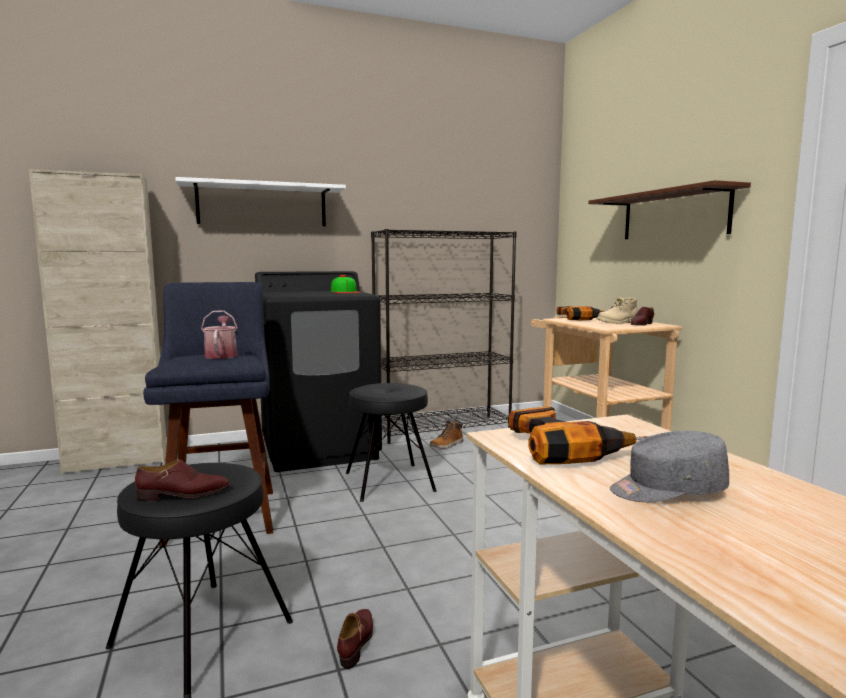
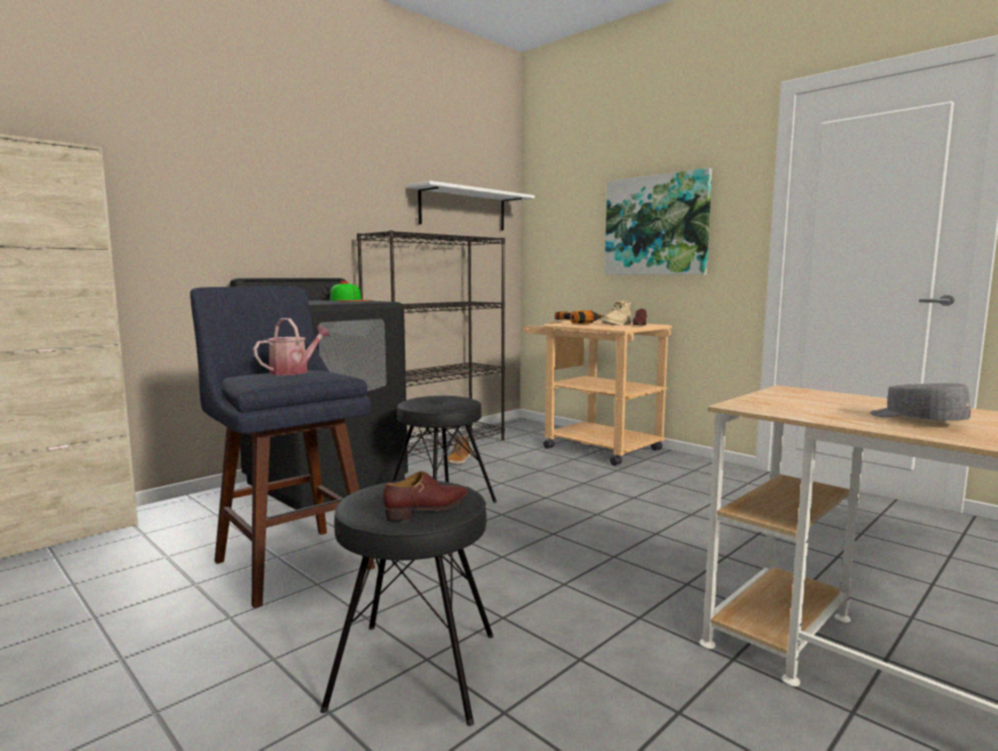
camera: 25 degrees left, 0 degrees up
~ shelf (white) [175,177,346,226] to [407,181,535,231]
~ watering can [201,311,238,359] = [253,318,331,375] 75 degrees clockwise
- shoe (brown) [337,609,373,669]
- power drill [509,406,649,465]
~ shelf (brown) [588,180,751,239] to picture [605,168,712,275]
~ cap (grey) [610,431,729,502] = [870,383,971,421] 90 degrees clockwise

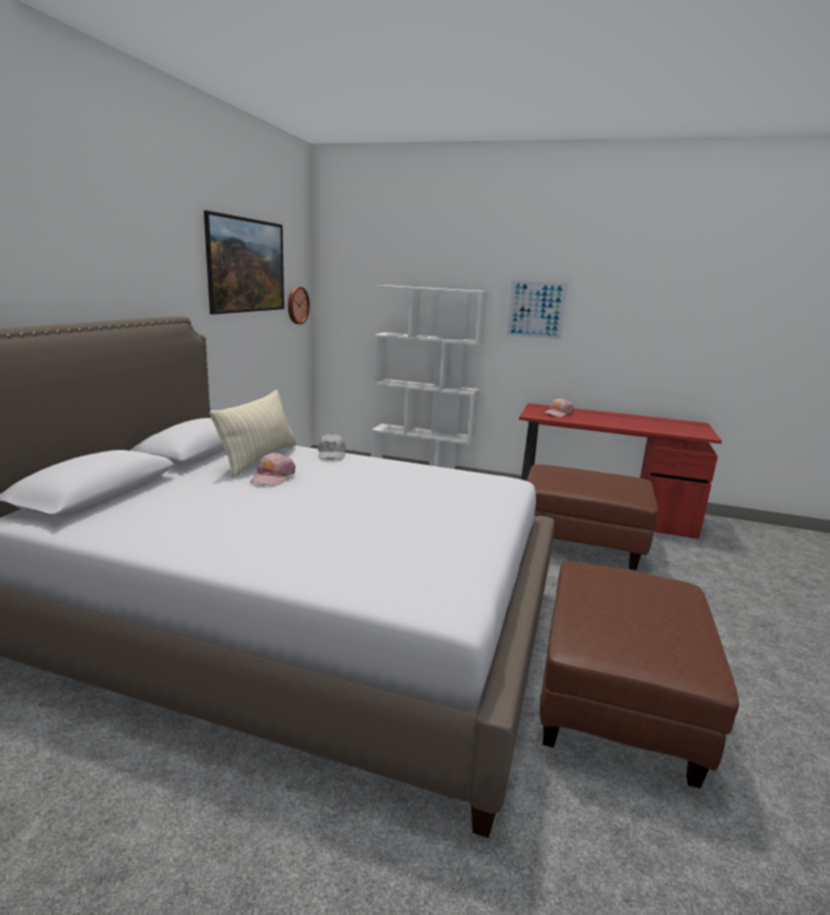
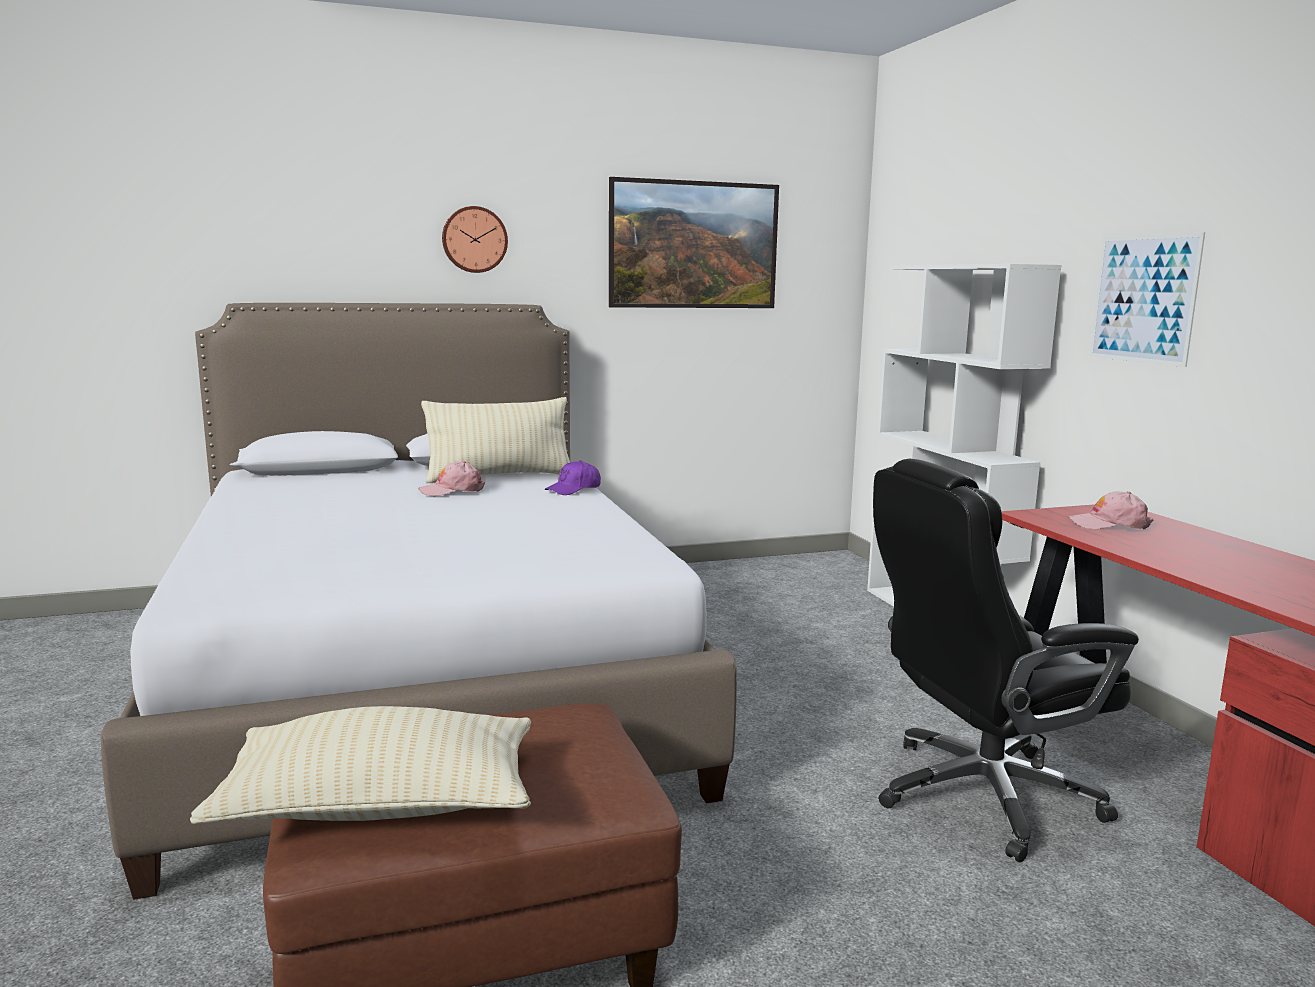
camera: 55 degrees right, 5 degrees down
~ wall clock [288,287,310,324] to [442,206,508,273]
~ cap (white) [318,433,346,460] to cap (purple) [545,460,601,495]
~ ottoman (brown) [527,464,658,570] to office chair (black) [873,459,1139,862]
+ pillow (beige) [190,706,531,824]

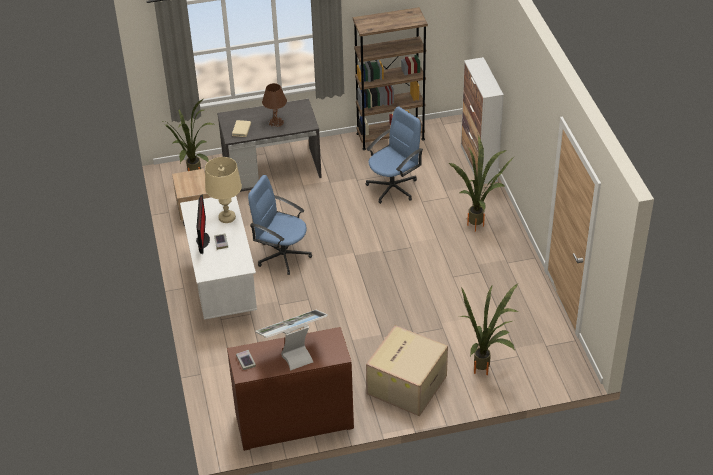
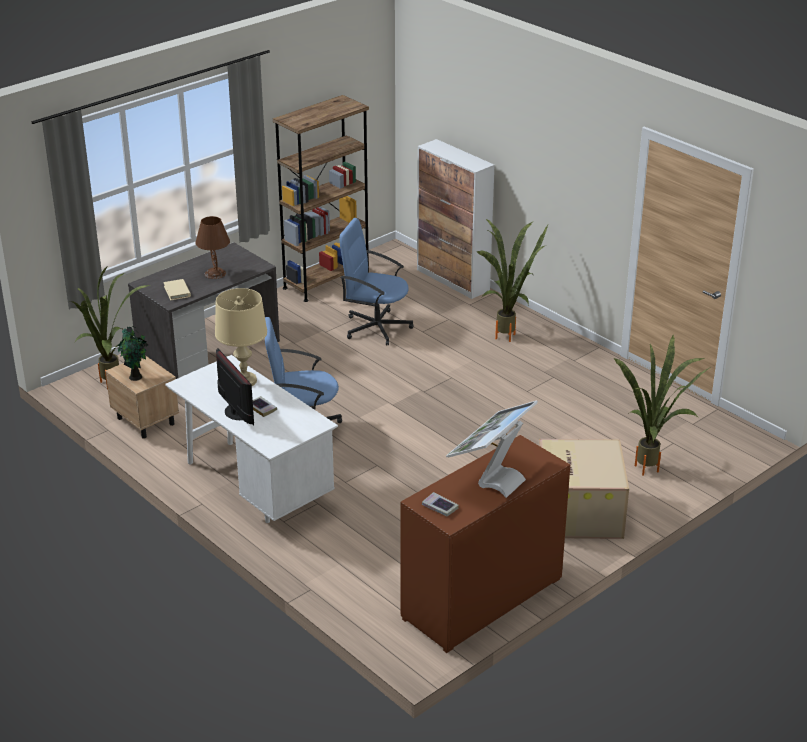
camera: 30 degrees left, 10 degrees down
~ office chair (blue) [365,107,423,204] = [339,218,414,346] 90 degrees counterclockwise
+ potted plant [118,327,148,381]

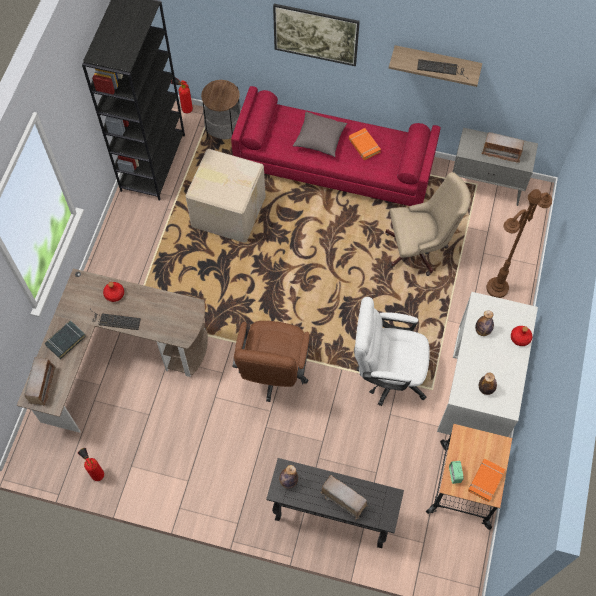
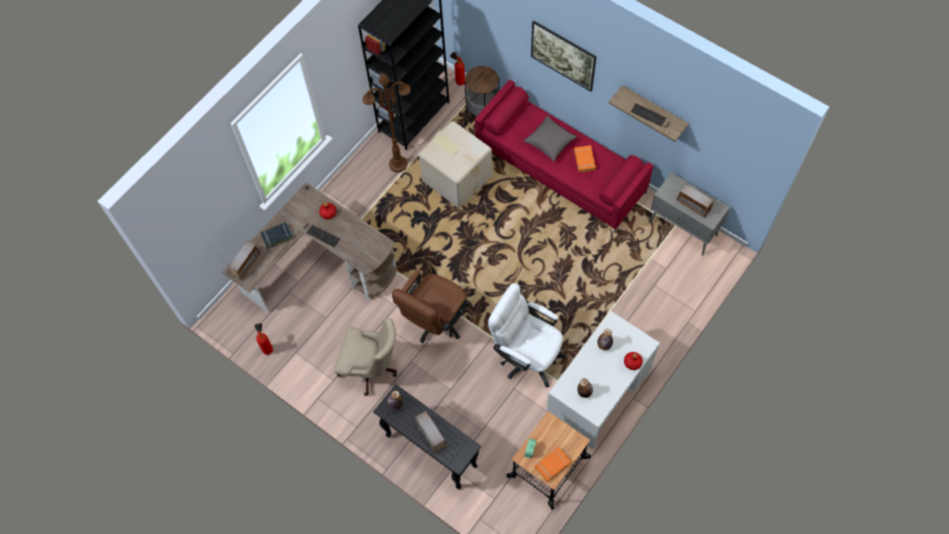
camera: 25 degrees right, 0 degrees up
~ office chair (beige) [385,172,470,276] to [334,318,397,396]
~ floor lamp (brown) [486,189,552,298] to [363,73,411,173]

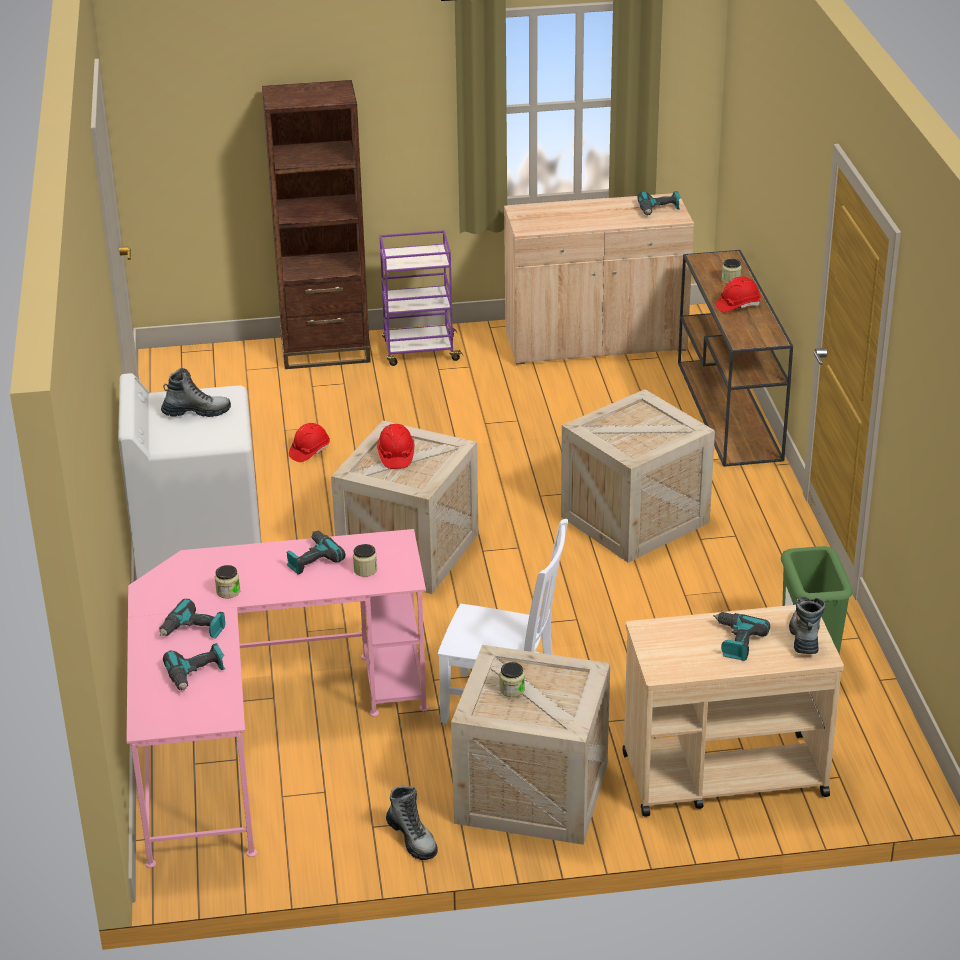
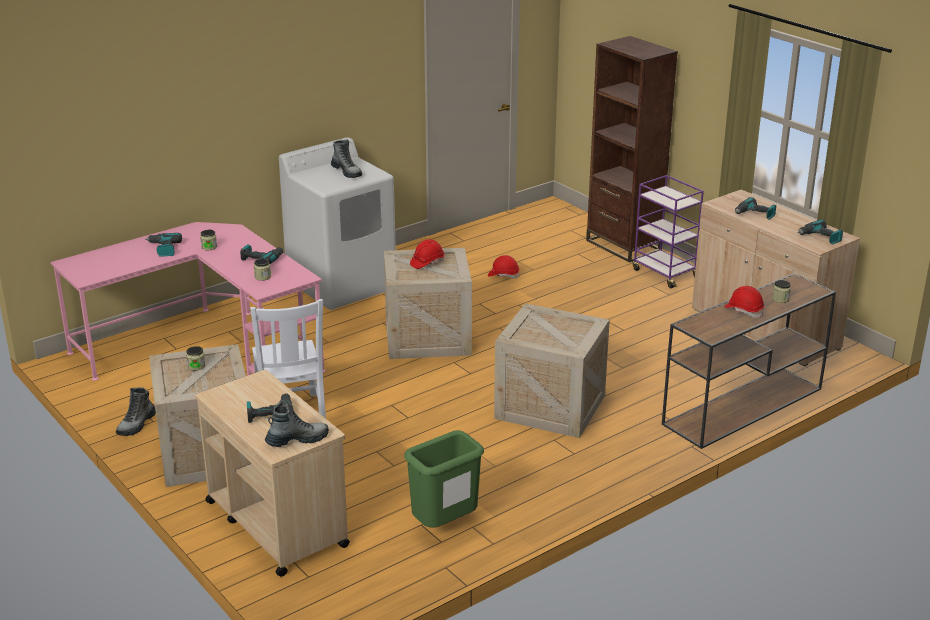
camera: 60 degrees right, 5 degrees down
~ power drill [163,643,225,691] to [735,197,776,220]

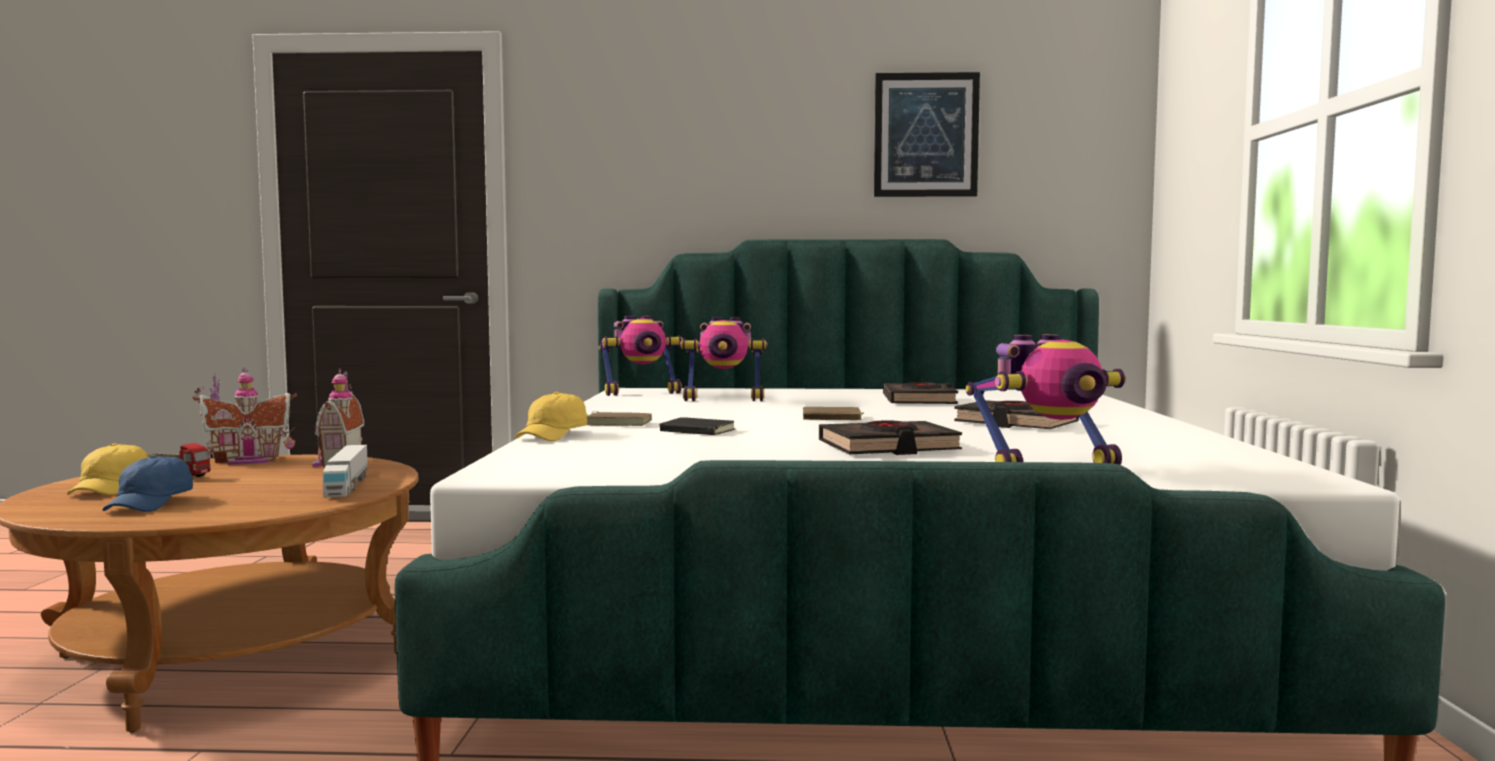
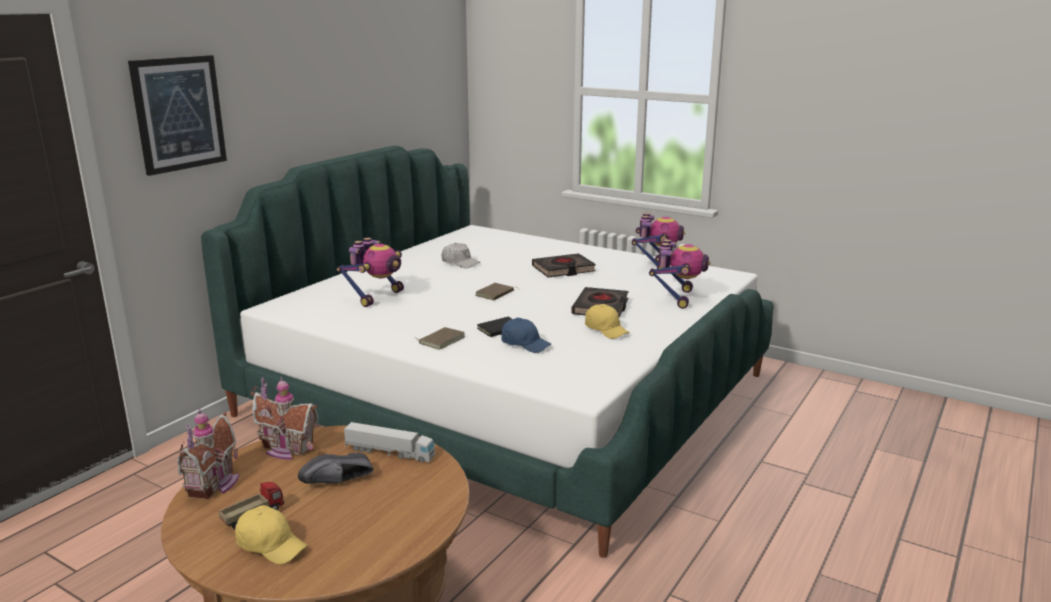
camera: 60 degrees left, 15 degrees up
~ cap (blue) [102,455,193,512] to [501,318,551,353]
~ cap (yellow) [515,392,587,441] to [585,304,629,339]
~ toy robot [599,316,683,396] to [632,213,685,269]
~ picture [874,72,980,197] to [128,55,227,176]
~ book (black) [883,382,958,404] to cap (white) [441,243,480,268]
+ shoe (black) [298,453,373,484]

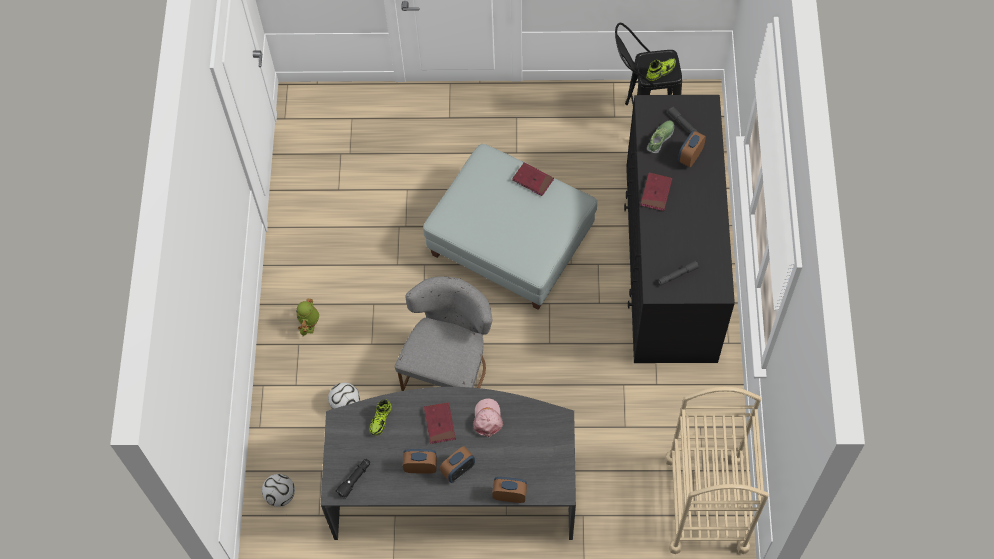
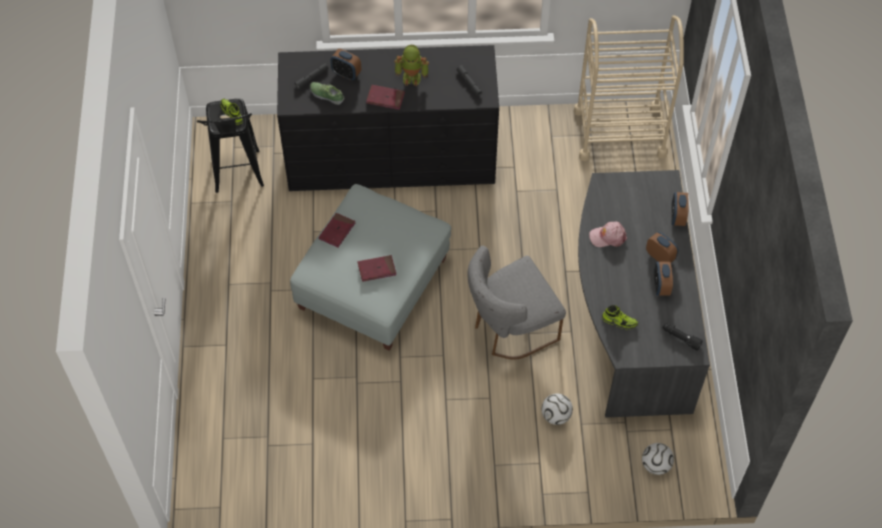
camera: 95 degrees left, 5 degrees down
~ toy robot [296,299,319,337] to [395,45,429,86]
~ chair (grey) [395,276,492,391] = [467,246,566,359] 45 degrees counterclockwise
~ book (red) [424,402,456,444] to [358,255,396,282]

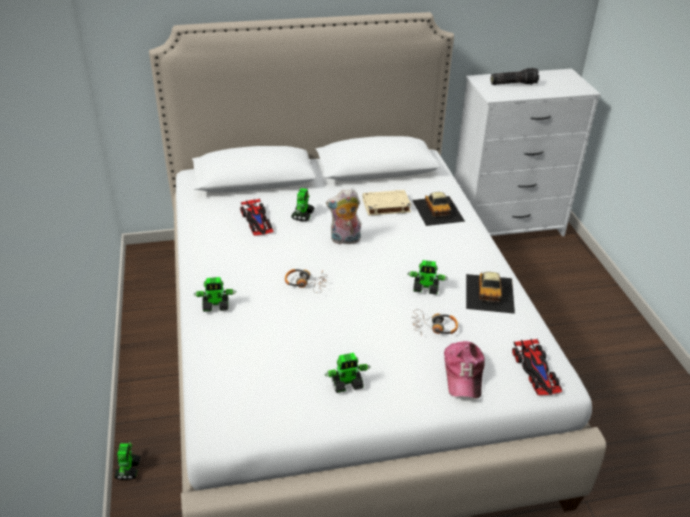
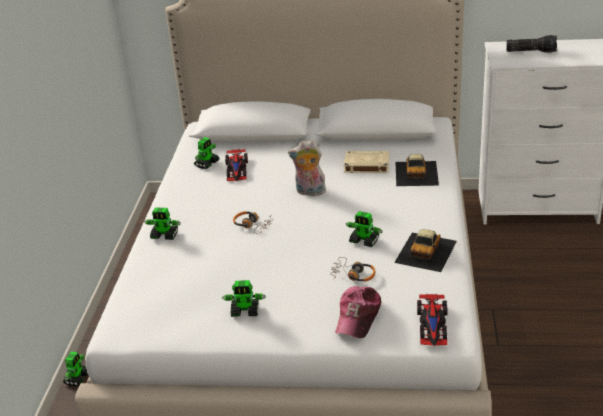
camera: 20 degrees right, 5 degrees down
~ toy robot [291,188,314,221] to [194,137,219,169]

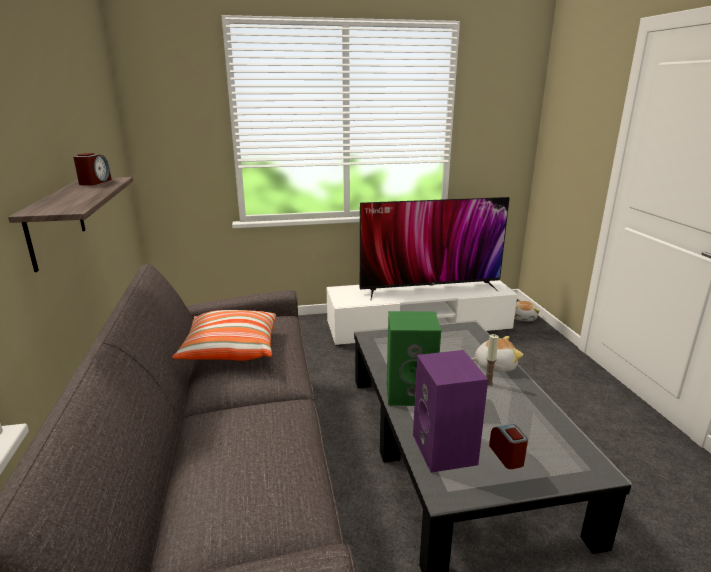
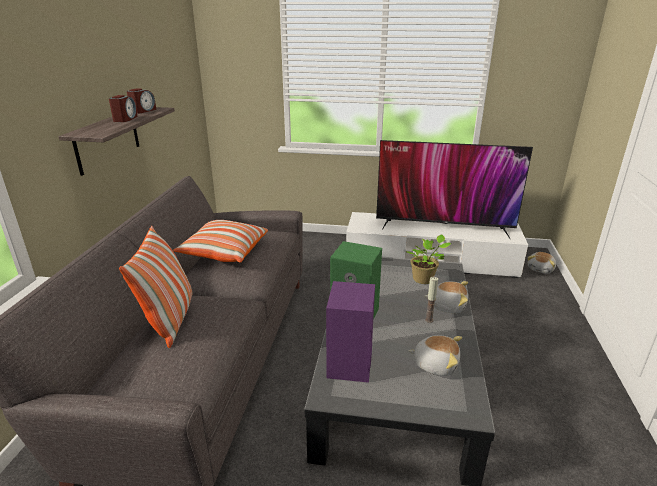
camera: 20 degrees right, 5 degrees up
~ alarm clock [489,424,528,469] to [109,95,138,122]
+ pillow [119,226,192,348]
+ potted plant [406,234,451,284]
+ plush toy [408,335,462,376]

